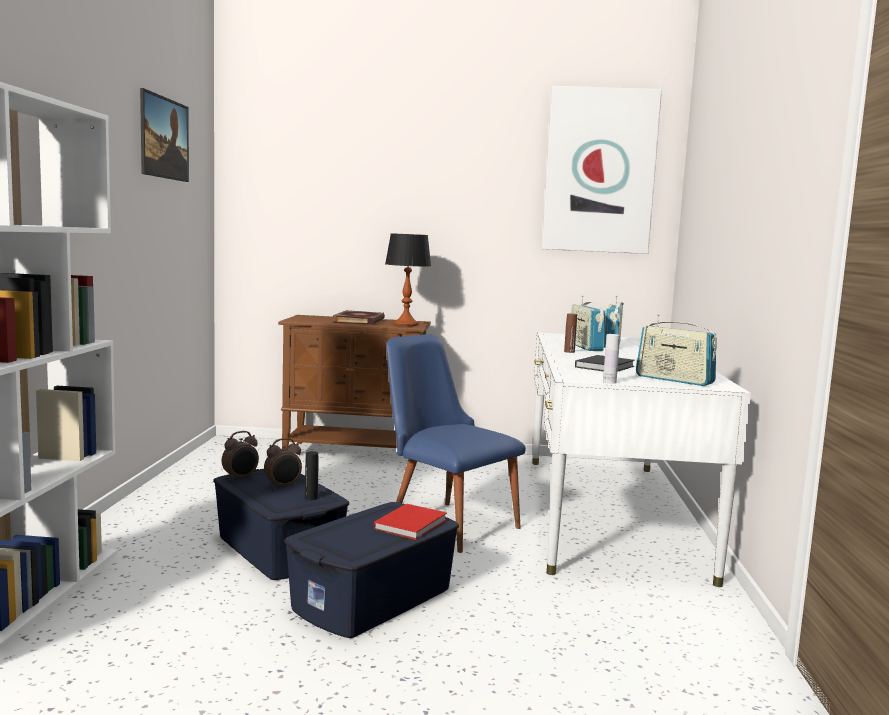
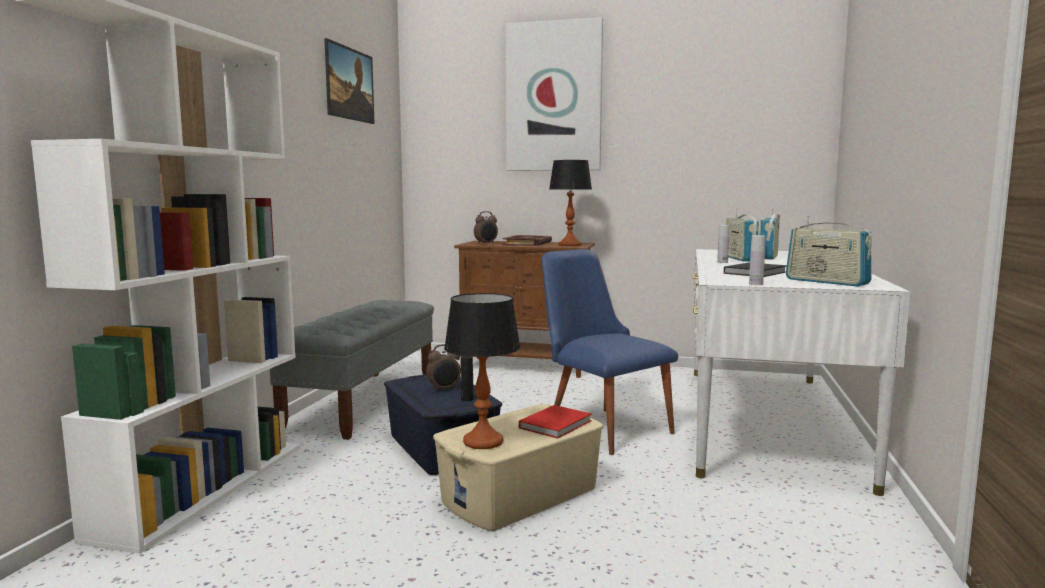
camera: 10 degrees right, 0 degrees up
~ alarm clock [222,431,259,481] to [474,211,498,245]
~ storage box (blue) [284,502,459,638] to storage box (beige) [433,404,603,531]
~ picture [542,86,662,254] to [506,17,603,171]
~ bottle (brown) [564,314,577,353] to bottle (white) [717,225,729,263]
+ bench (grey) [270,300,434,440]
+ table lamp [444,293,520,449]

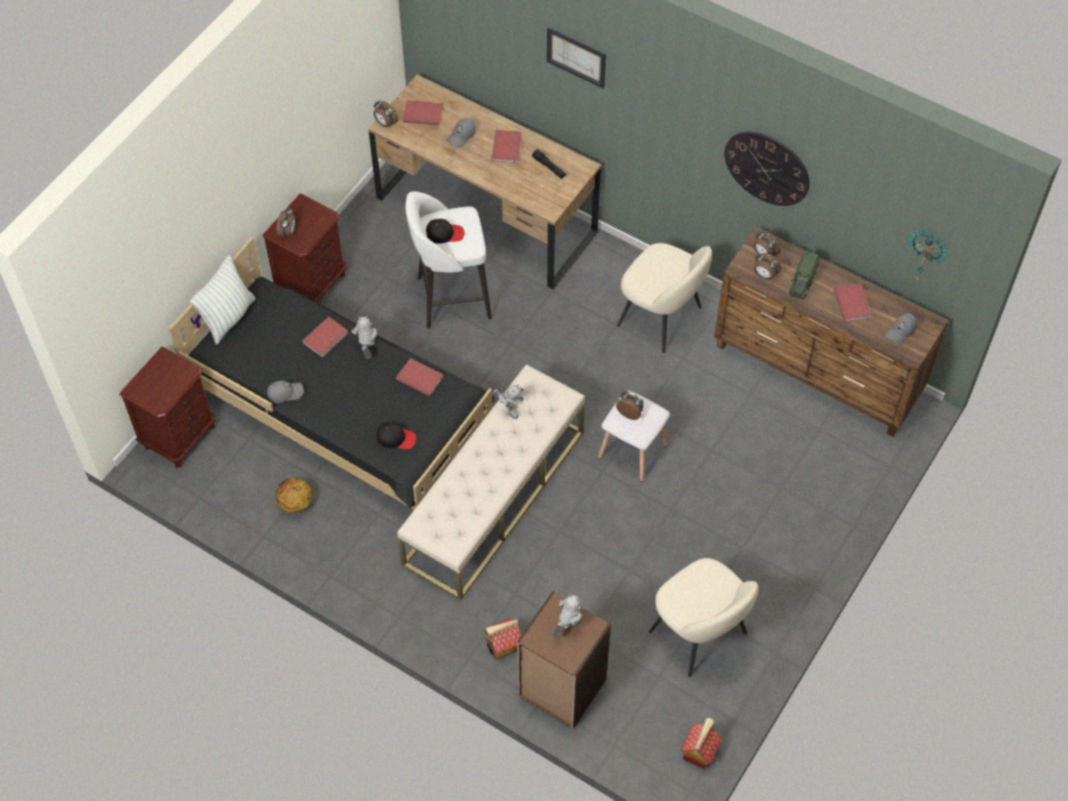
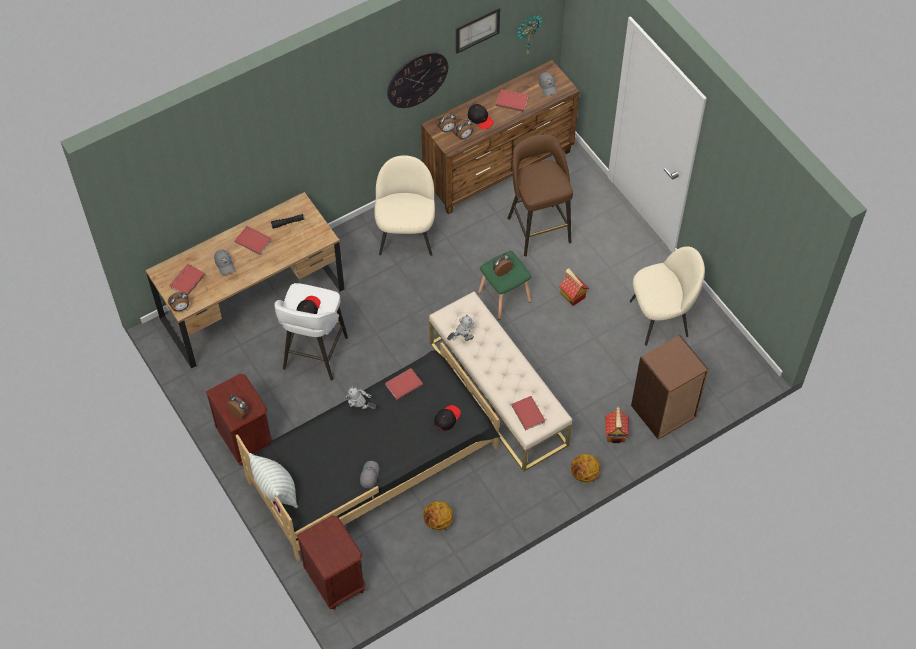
camera: 65 degrees left, 0 degrees up
~ book (red) [302,316,349,357] to [511,396,545,430]
~ picture [547,27,606,88] to [456,7,500,54]
- toy robot [553,594,582,638]
~ stool (white) [598,391,670,482] to stool (green) [478,251,531,320]
~ chair (beige) [617,243,712,353] = [374,155,435,256] 60 degrees counterclockwise
~ toy house [680,718,722,769] to [559,268,589,306]
~ toy truck [789,251,820,299] to cap (black) [468,104,494,130]
+ stool (brown) [507,134,573,256]
+ basketball [571,454,600,483]

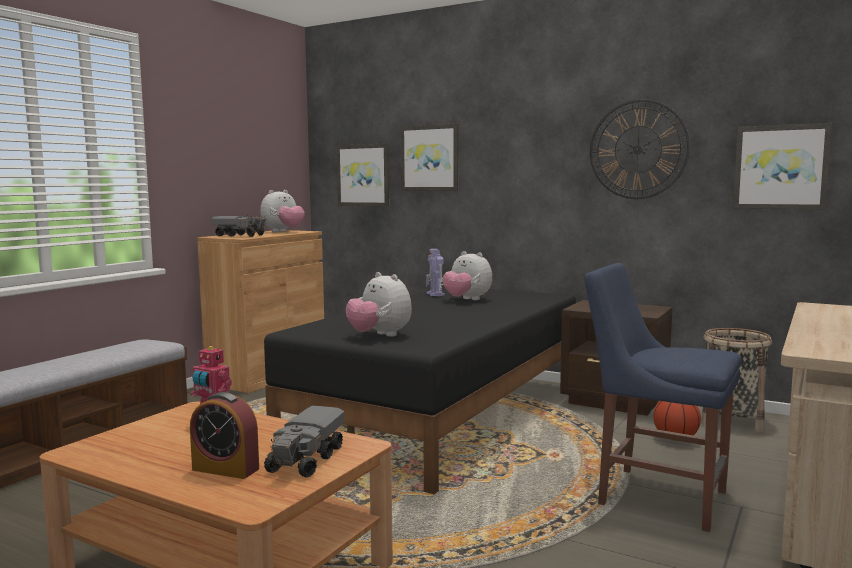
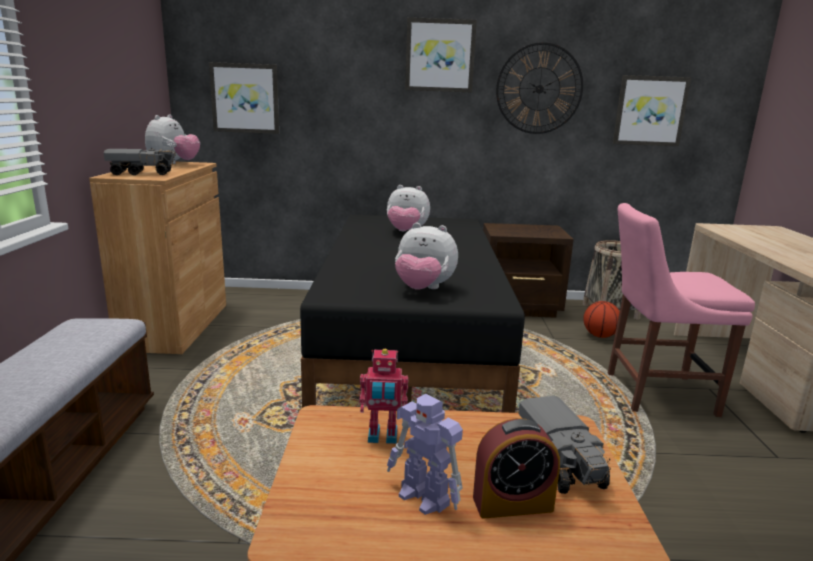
camera: 30 degrees left, 10 degrees up
~ picture [401,124,458,191] to [405,17,477,93]
~ toy robot [426,249,445,296] to [387,394,463,515]
~ chair (blue) [584,263,742,532] to chair (pink) [608,203,755,417]

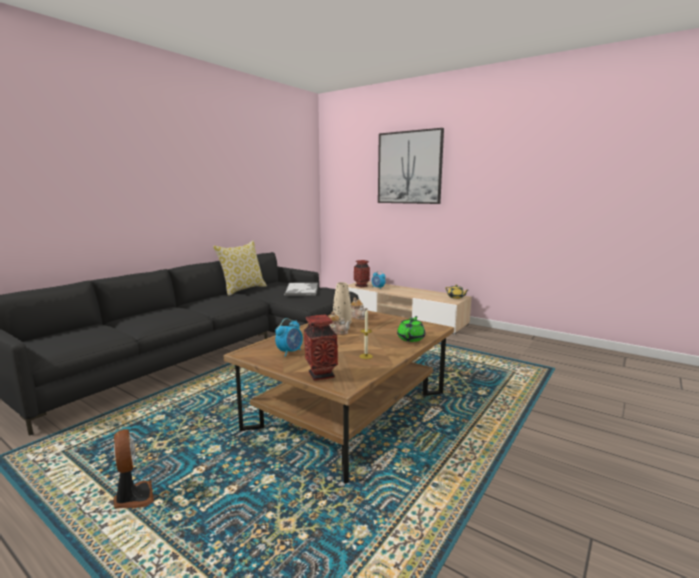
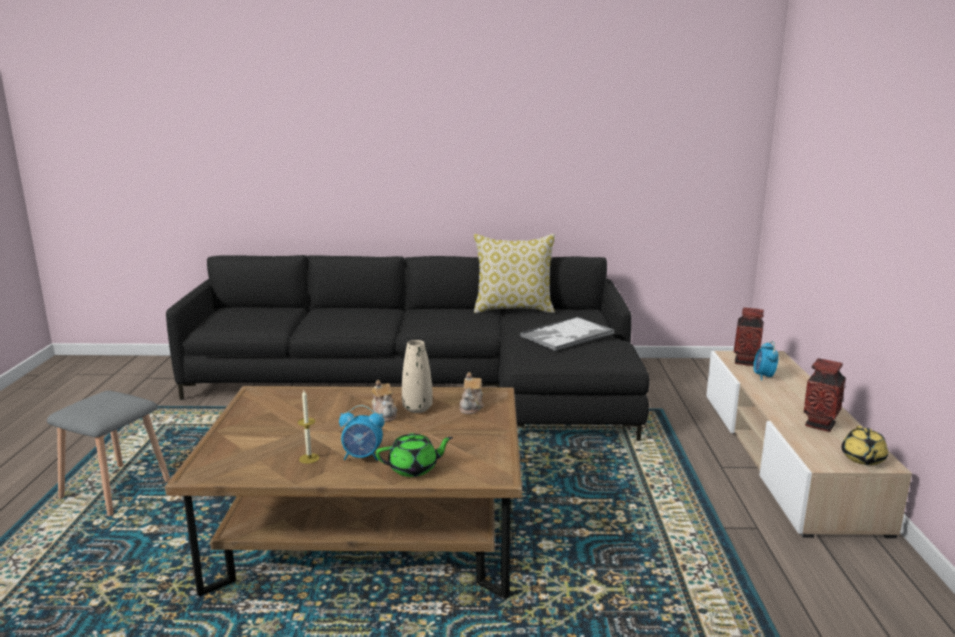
camera: 55 degrees right, 5 degrees up
~ fan [114,429,154,509] to stool (grey) [47,391,170,516]
~ alarm clock [275,318,303,357] to [339,405,384,460]
~ vase [304,314,338,381] to [804,358,846,432]
- picture [378,128,444,204]

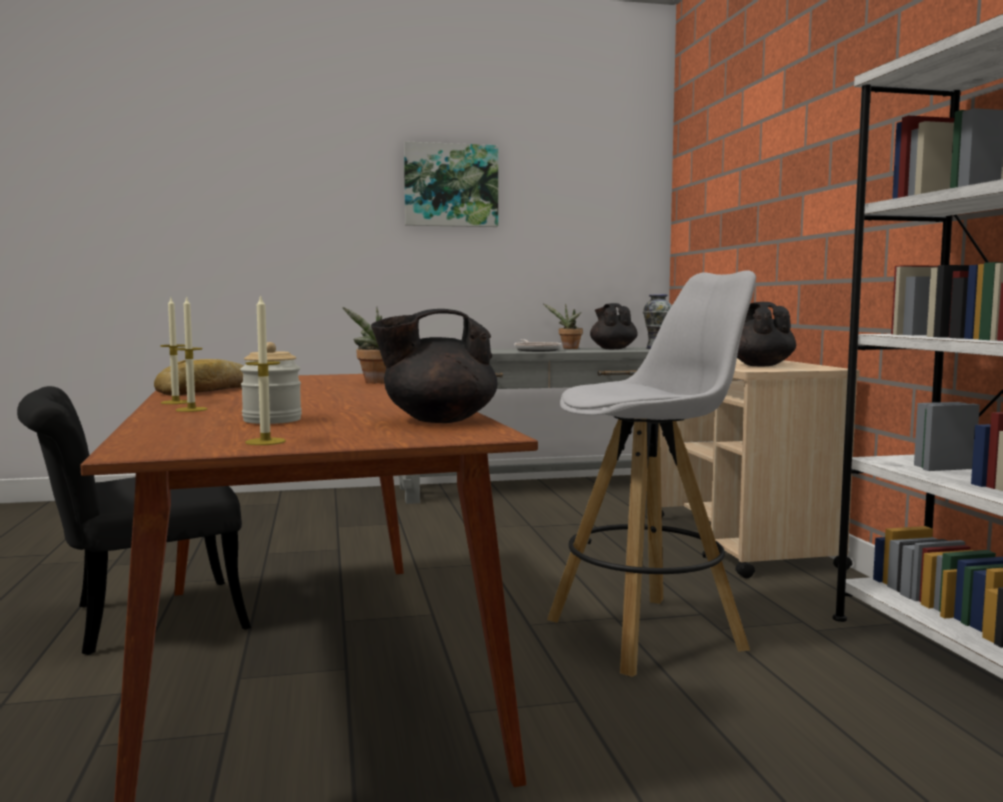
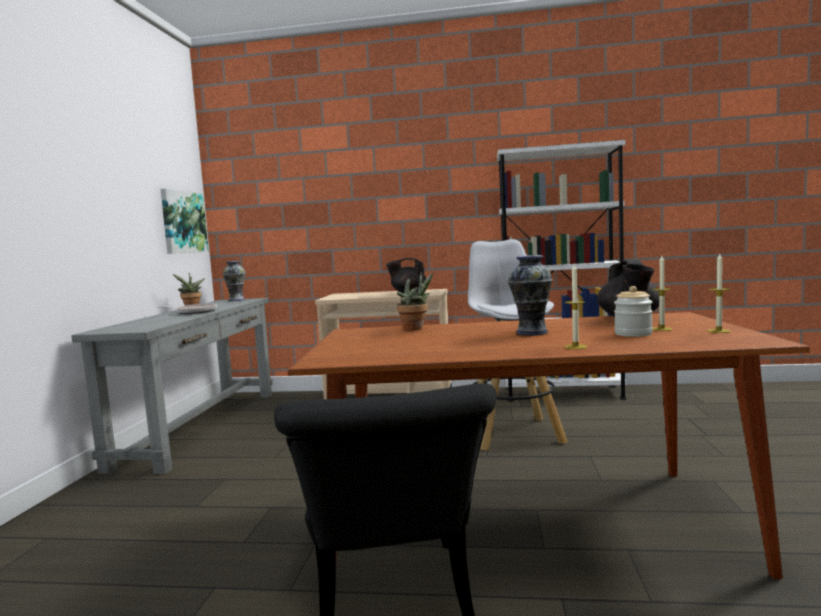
camera: 70 degrees left, 0 degrees up
- bread [154,359,243,395]
~ candle [160,298,187,404] to [653,256,673,331]
~ picture [404,141,498,227] to [161,189,209,254]
- teapot (black) [590,303,638,349]
+ vase [508,255,553,336]

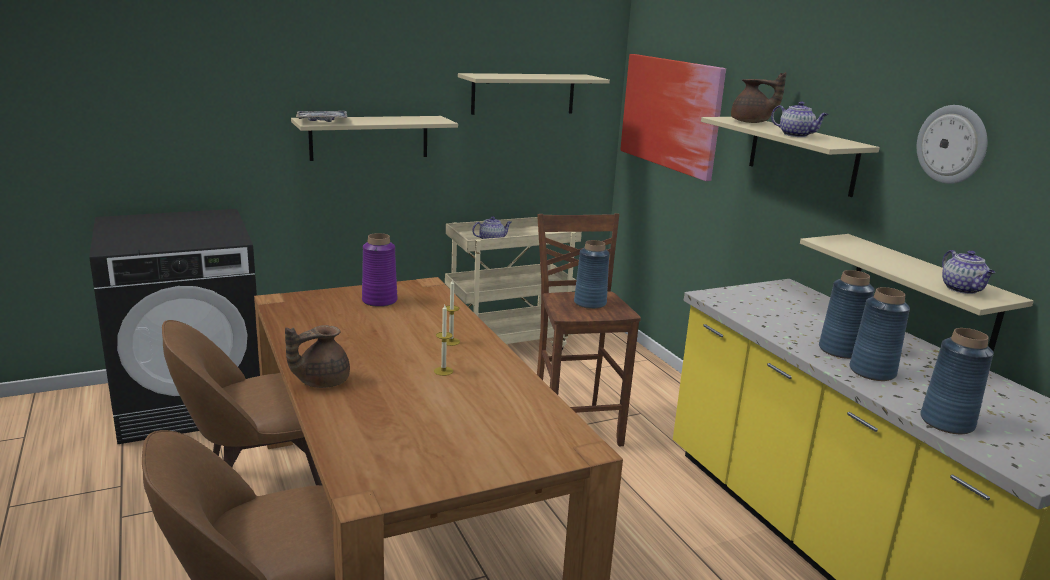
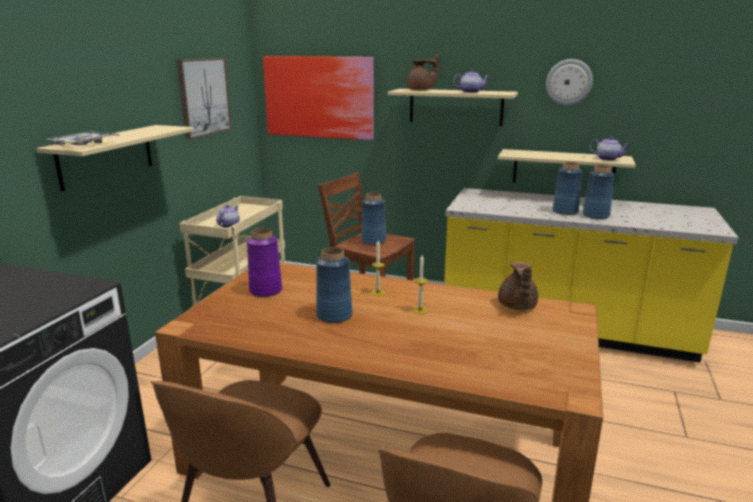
camera: 45 degrees left, 0 degrees up
~ teapot (brown) [285,325,350,388] to [498,262,538,310]
~ shelf (beige) [458,73,610,115] to picture [176,58,232,139]
~ vase (blue) [920,328,994,434] to [316,247,352,323]

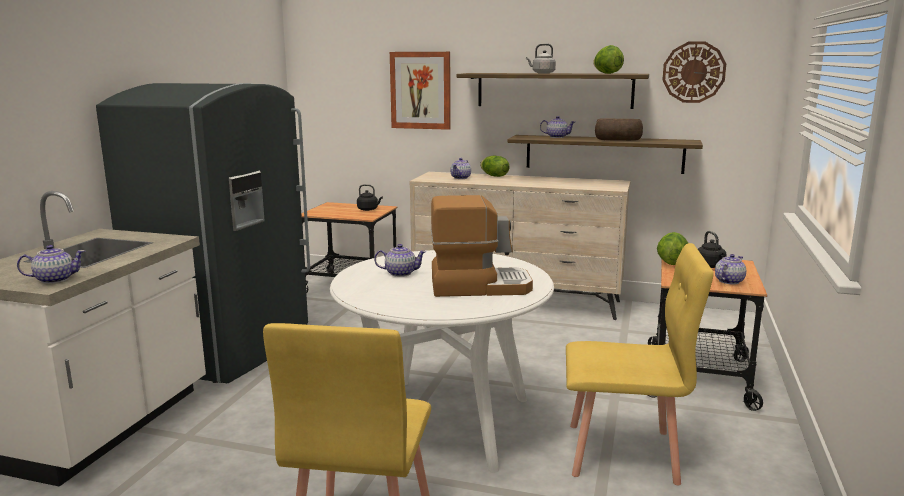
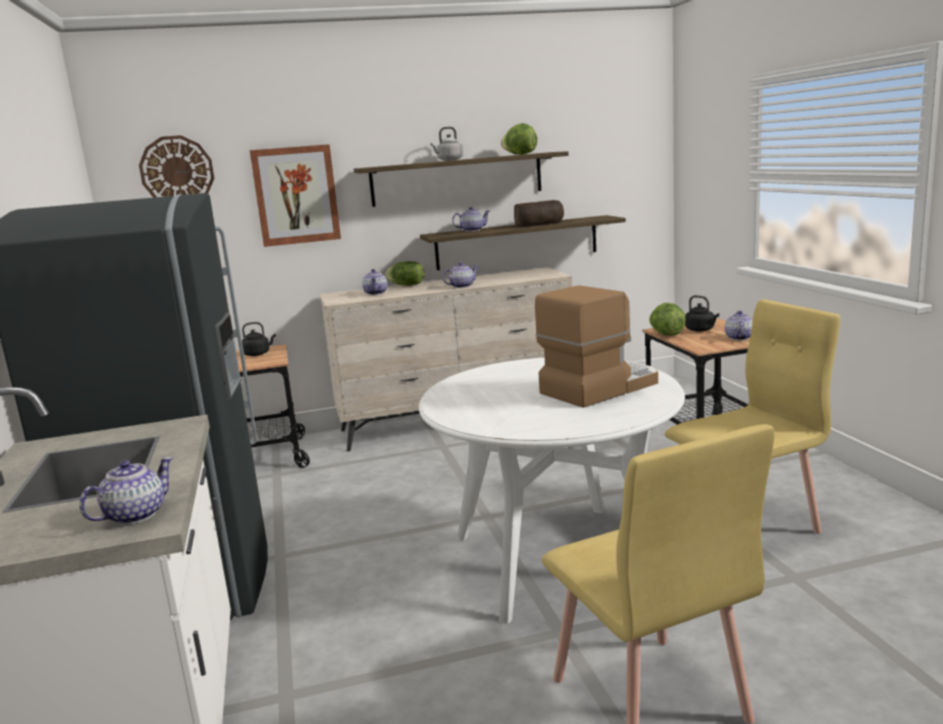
camera: 30 degrees left, 0 degrees up
~ teapot [374,244,426,277] to [443,262,479,288]
~ wall clock [662,41,726,103] to [139,135,214,198]

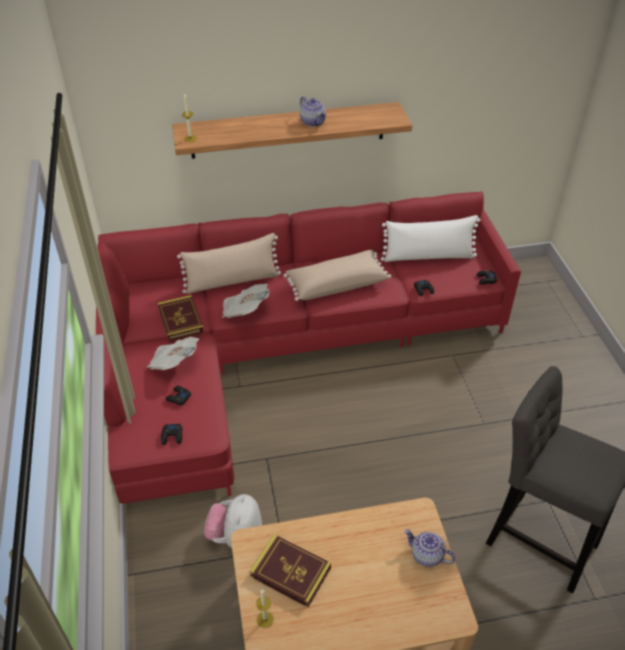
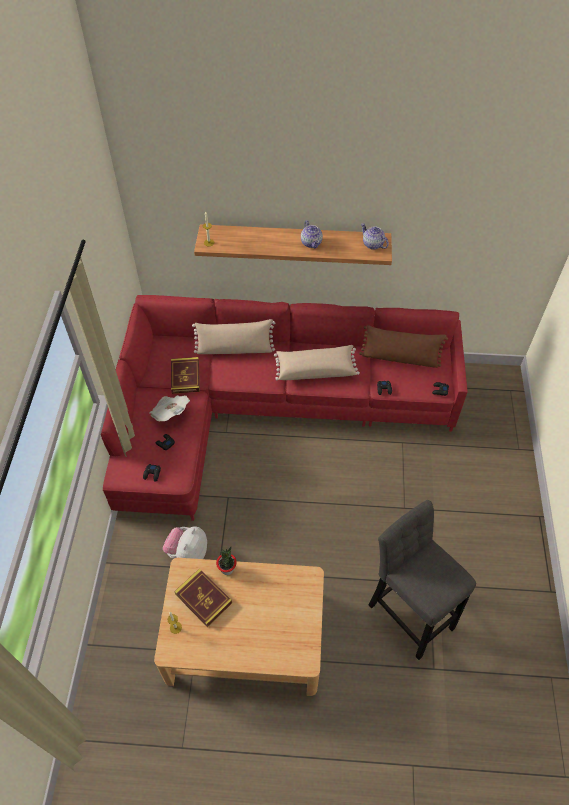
camera: 15 degrees right, 10 degrees up
- newspaper [222,283,270,318]
~ pillow (white) [381,215,480,262] to pillow (brown) [359,325,448,368]
~ teapot [404,529,455,567] to [361,223,389,250]
+ potted plant [216,547,237,575]

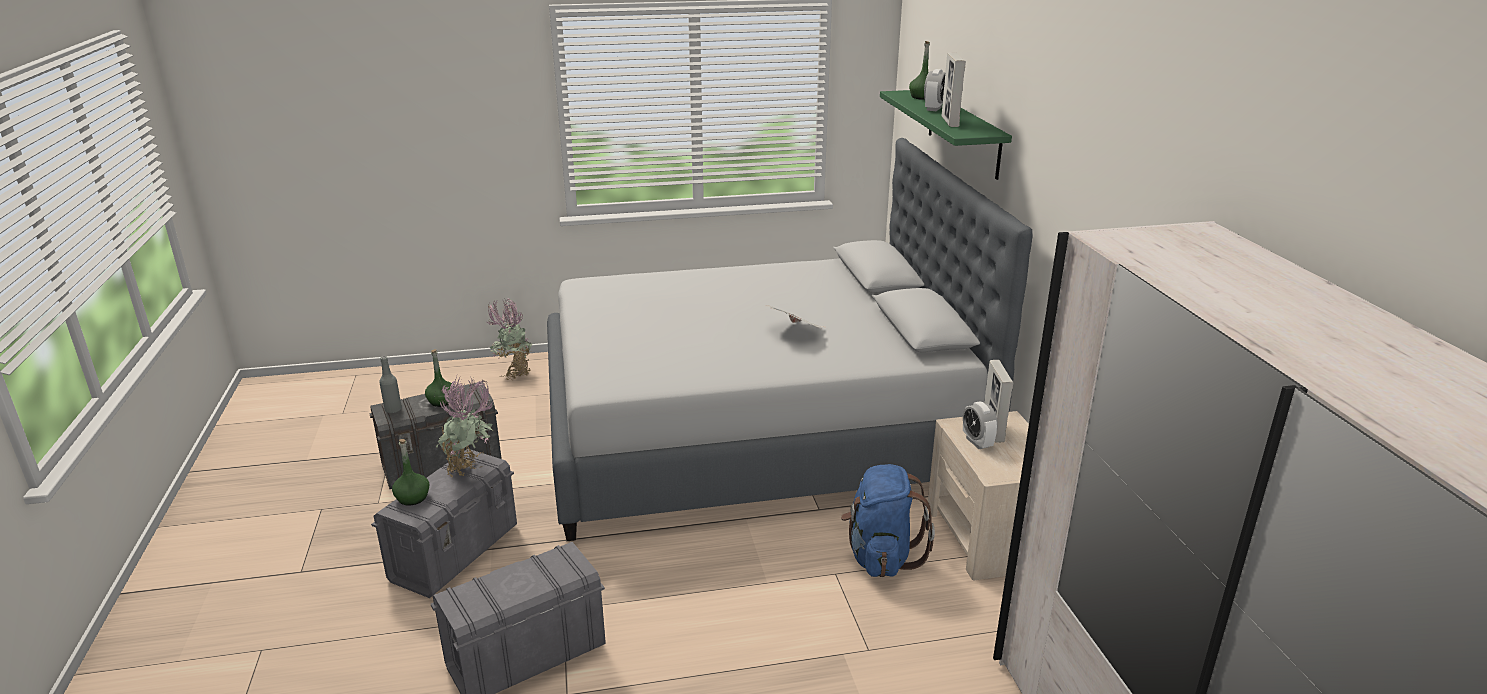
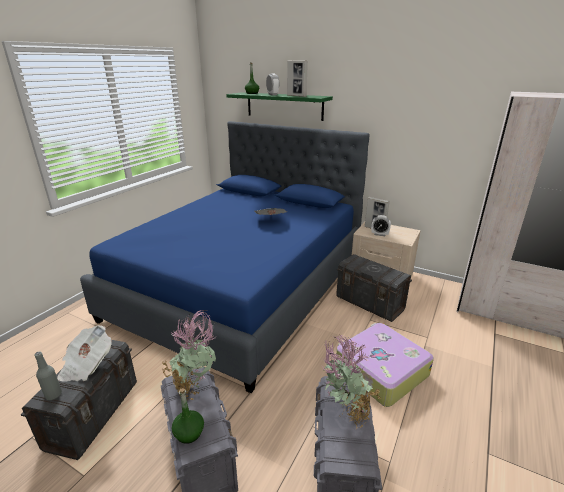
camera: 50 degrees left, 0 degrees up
~ bottle (green) [425,349,452,407] to newspaper [57,325,112,382]
~ potted plant [487,297,534,380] to [322,334,382,429]
~ bed (grey) [547,138,1033,541] to bed (blue) [80,121,370,393]
~ backpack (blue) [841,464,935,577] to storage box (grey) [336,254,412,322]
+ suitcase [336,323,434,407]

